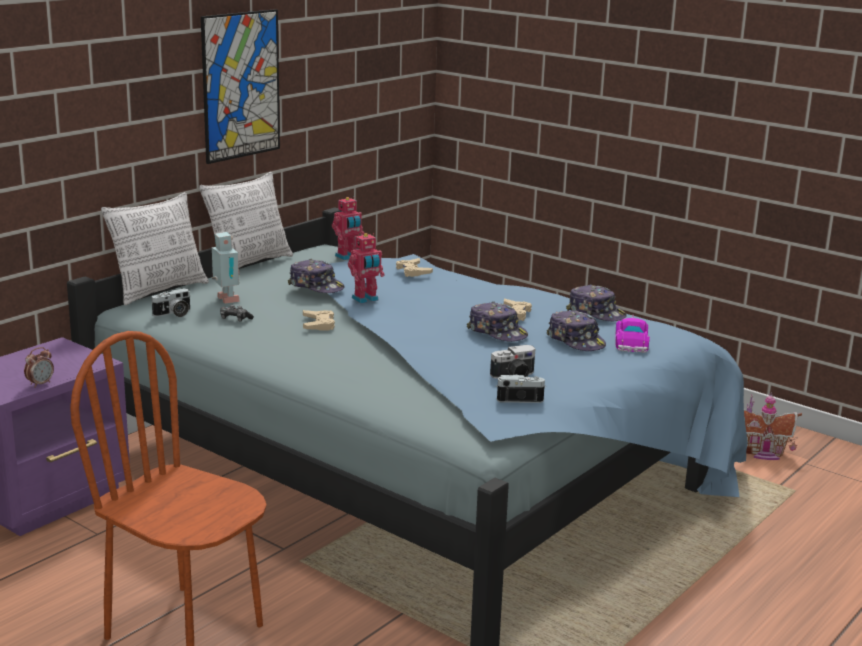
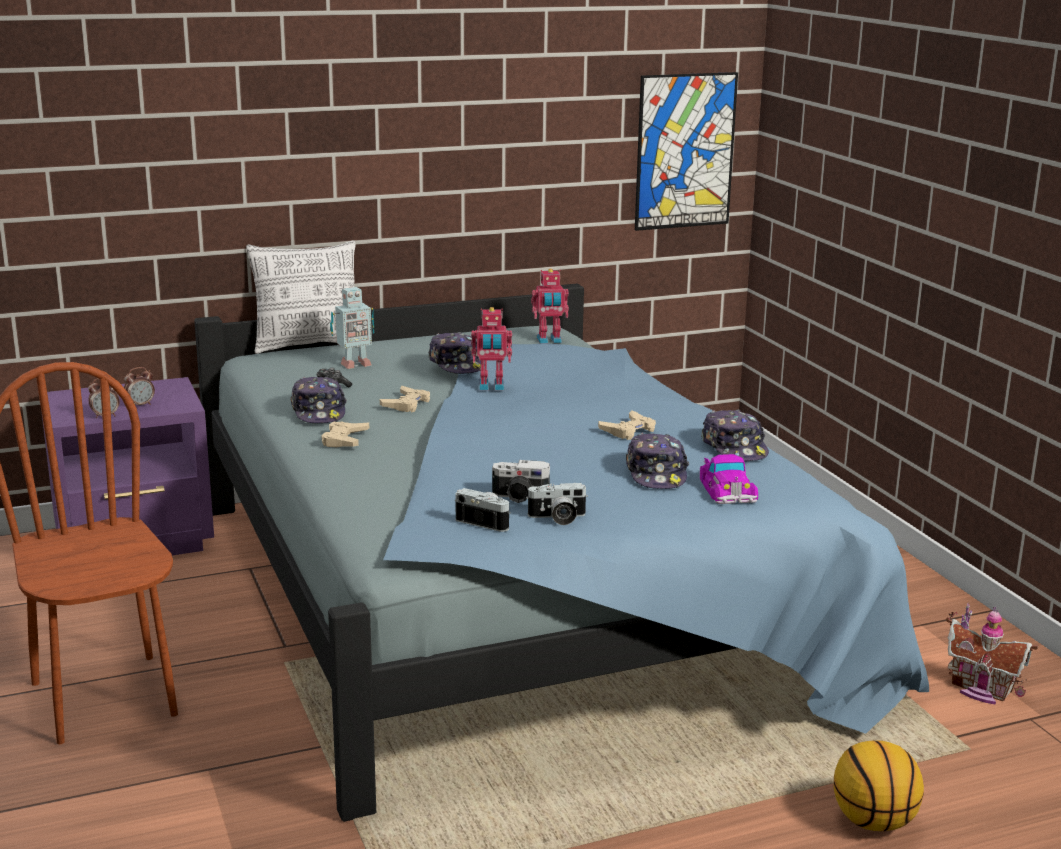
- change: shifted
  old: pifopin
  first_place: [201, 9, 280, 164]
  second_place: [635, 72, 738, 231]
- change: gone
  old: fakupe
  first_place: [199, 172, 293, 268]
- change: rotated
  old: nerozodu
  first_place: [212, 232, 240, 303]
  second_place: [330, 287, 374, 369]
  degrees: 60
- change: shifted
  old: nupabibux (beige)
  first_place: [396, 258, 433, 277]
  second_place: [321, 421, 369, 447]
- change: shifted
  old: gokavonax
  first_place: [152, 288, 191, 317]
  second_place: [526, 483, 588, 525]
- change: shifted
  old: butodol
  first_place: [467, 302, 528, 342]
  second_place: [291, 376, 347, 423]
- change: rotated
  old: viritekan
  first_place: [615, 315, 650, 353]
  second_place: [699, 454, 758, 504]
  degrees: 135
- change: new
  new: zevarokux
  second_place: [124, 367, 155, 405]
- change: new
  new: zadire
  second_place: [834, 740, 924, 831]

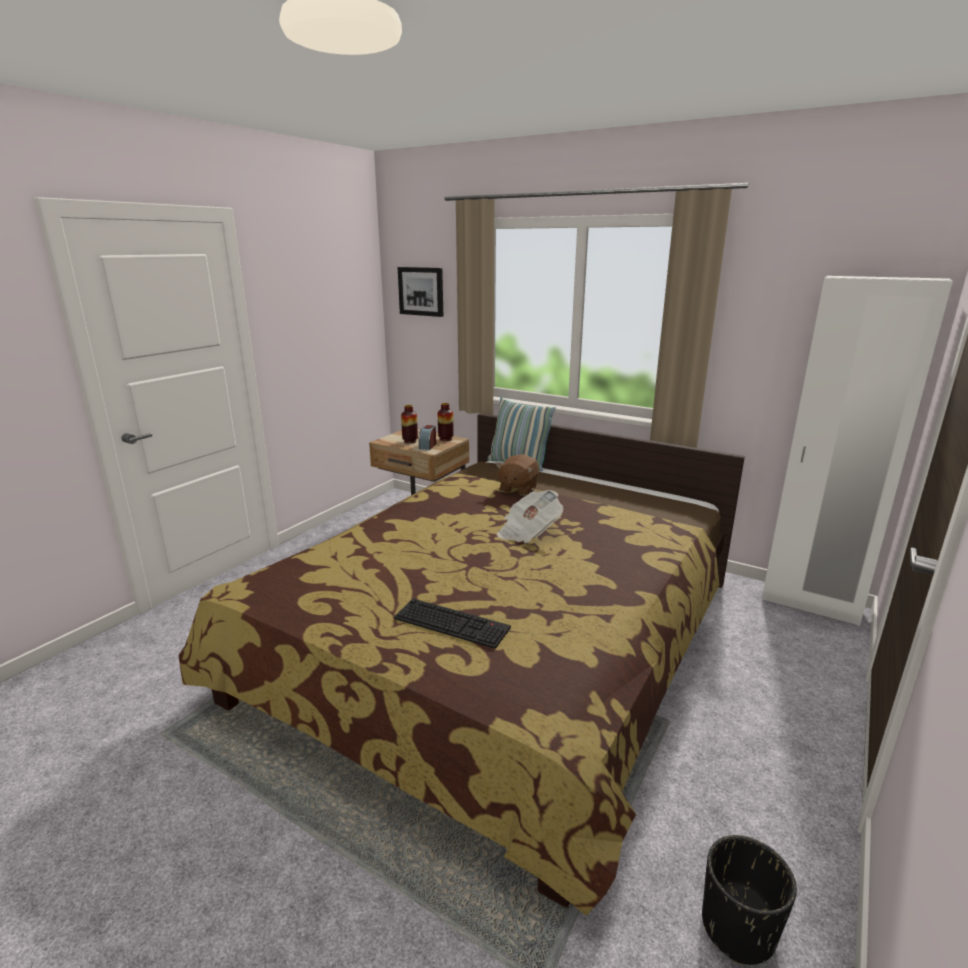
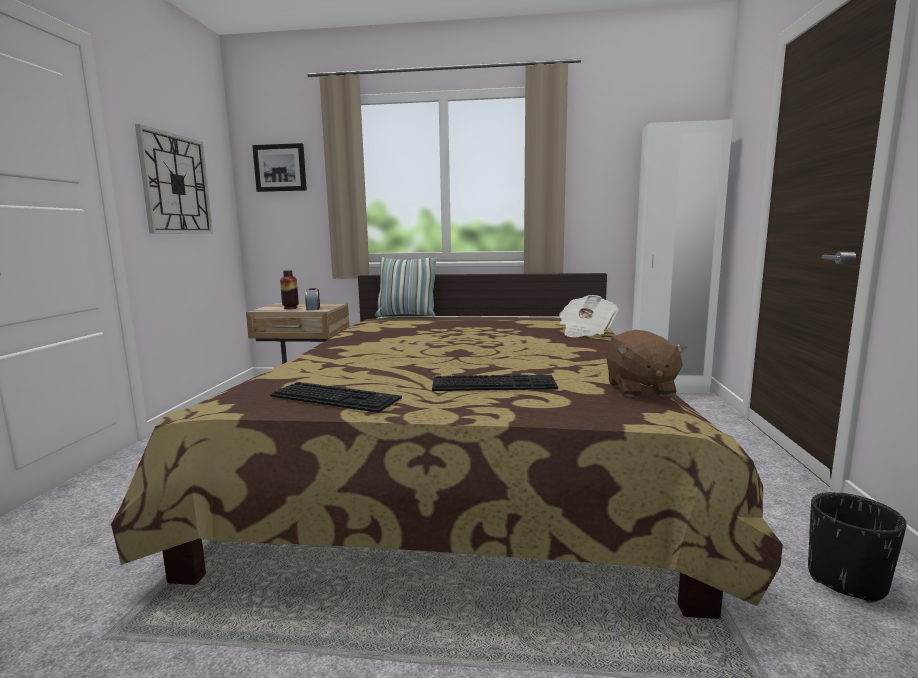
- change: gone
  old: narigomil
  first_place: [438, 403, 454, 441]
- change: shifted
  old: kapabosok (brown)
  first_place: [496, 454, 539, 496]
  second_place: [606, 330, 687, 397]
- change: shifted
  old: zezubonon
  first_place: [497, 490, 563, 543]
  second_place: [559, 295, 618, 337]
- change: new
  new: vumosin
  second_place: [135, 124, 213, 234]
- change: new
  new: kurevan
  second_place: [270, 382, 402, 413]

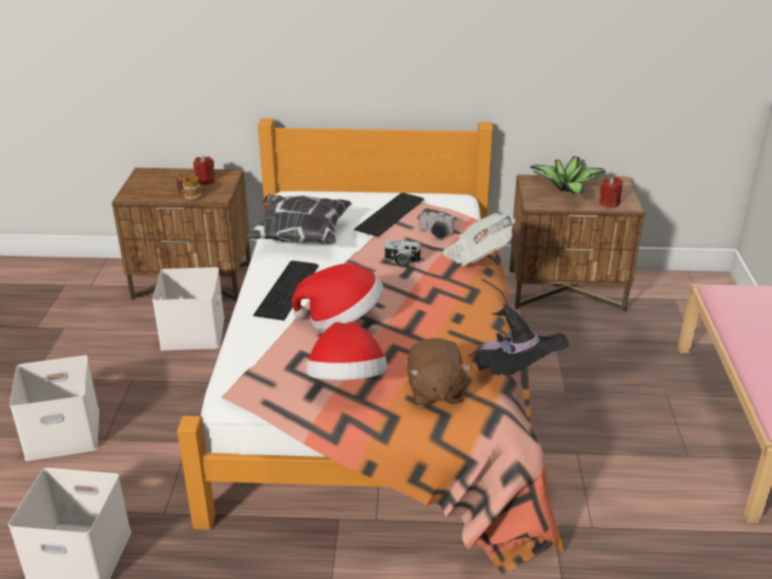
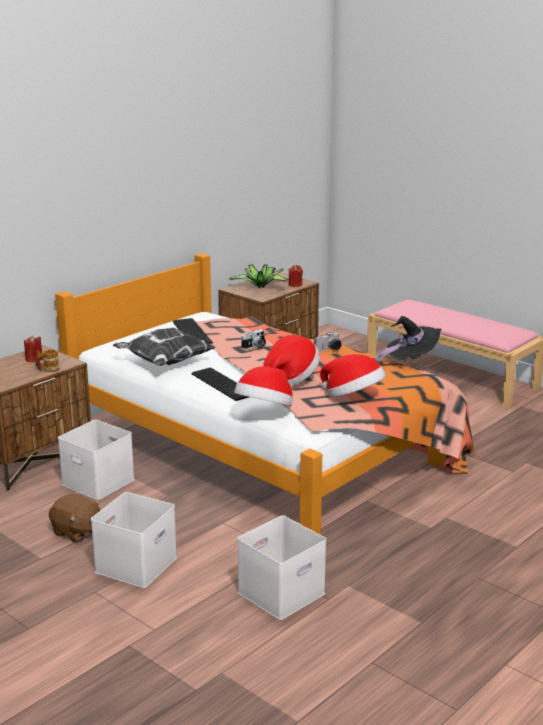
- change: shifted
  old: gokavonax
  first_place: [419, 212, 454, 237]
  second_place: [314, 332, 342, 352]
- change: gone
  old: zezubonon
  first_place: [443, 213, 516, 267]
- change: shifted
  old: kapabosok (brown)
  first_place: [407, 338, 472, 407]
  second_place: [49, 494, 101, 543]
- change: new
  new: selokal
  second_place: [234, 366, 293, 406]

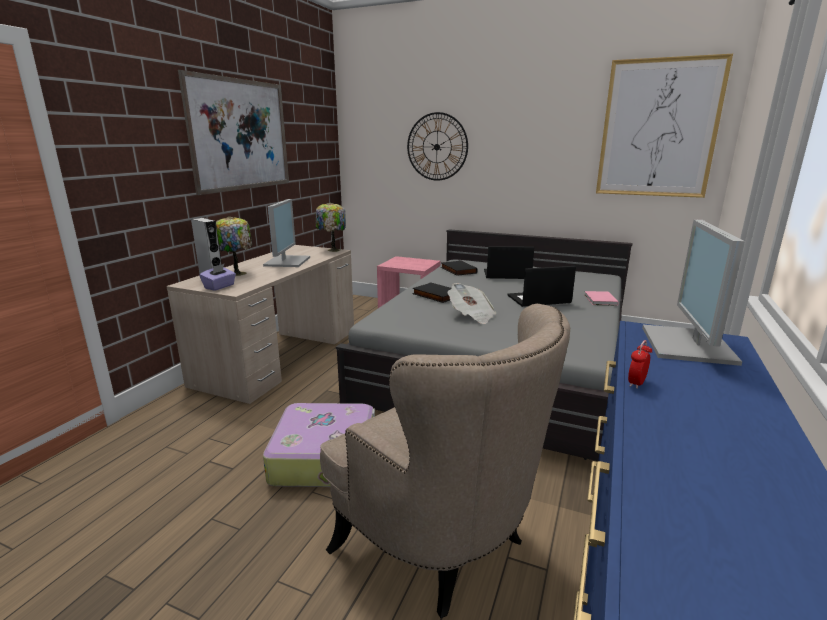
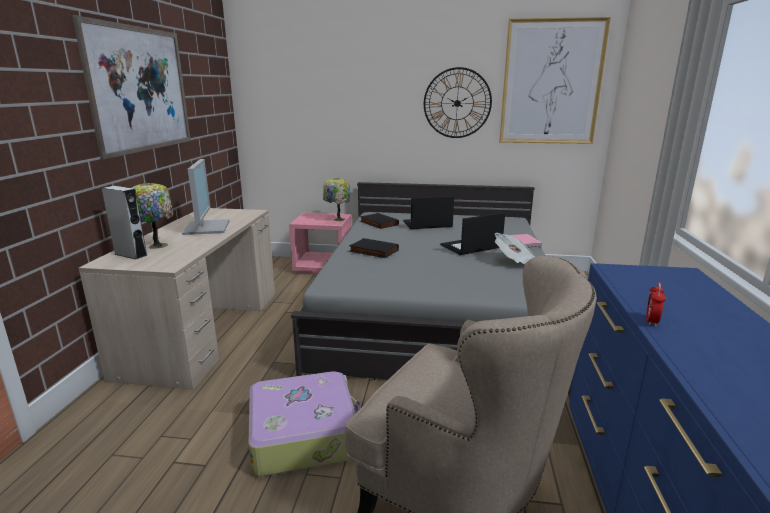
- change: shifted
  old: vumosin
  first_place: [407, 112, 468, 181]
  second_place: [424, 67, 492, 138]
- change: shifted
  old: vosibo
  first_place: [316, 203, 346, 252]
  second_place: [323, 178, 350, 221]
- change: gone
  old: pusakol
  first_place: [642, 220, 745, 366]
- change: gone
  old: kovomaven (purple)
  first_place: [199, 264, 236, 291]
- change: shifted
  old: zezubonon
  first_place: [448, 283, 496, 324]
  second_place: [495, 233, 535, 264]

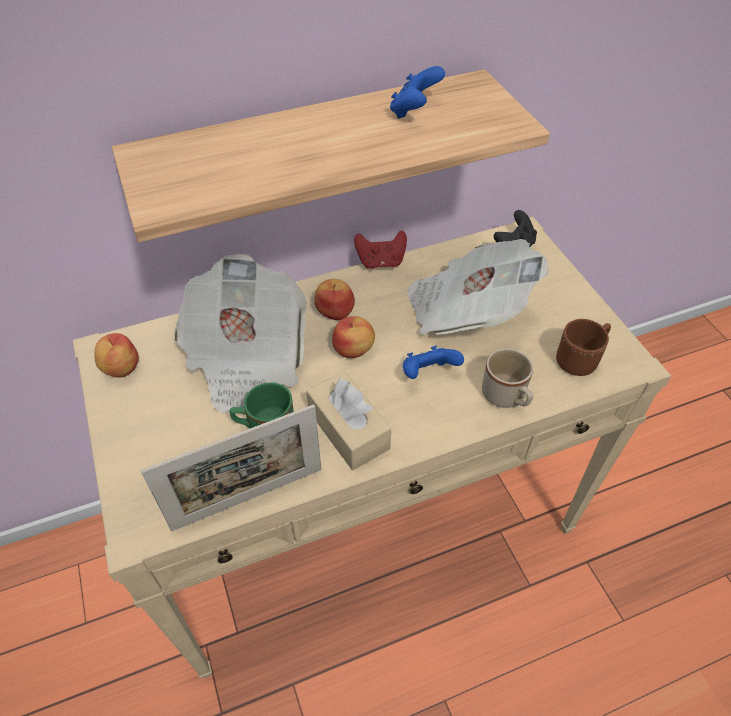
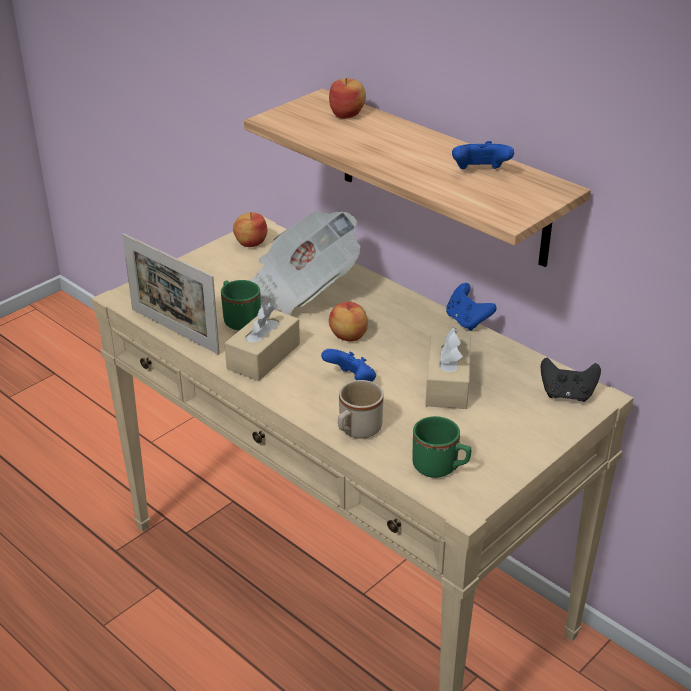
- change: repainted
  old: nupabibux (red)
  new: nupabibux (blue)
  first_place: [354, 230, 407, 269]
  second_place: [446, 283, 497, 331]
- change: swapped
  old: zezubonon
  new: kovomaven (beige)
  first_place: [407, 239, 549, 335]
  second_place: [425, 327, 471, 409]
- change: shifted
  old: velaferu
  first_place: [314, 279, 355, 320]
  second_place: [329, 78, 366, 119]
- change: repainted
  old: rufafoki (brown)
  new: rufafoki (green)
  first_place: [556, 319, 611, 376]
  second_place: [412, 416, 471, 478]

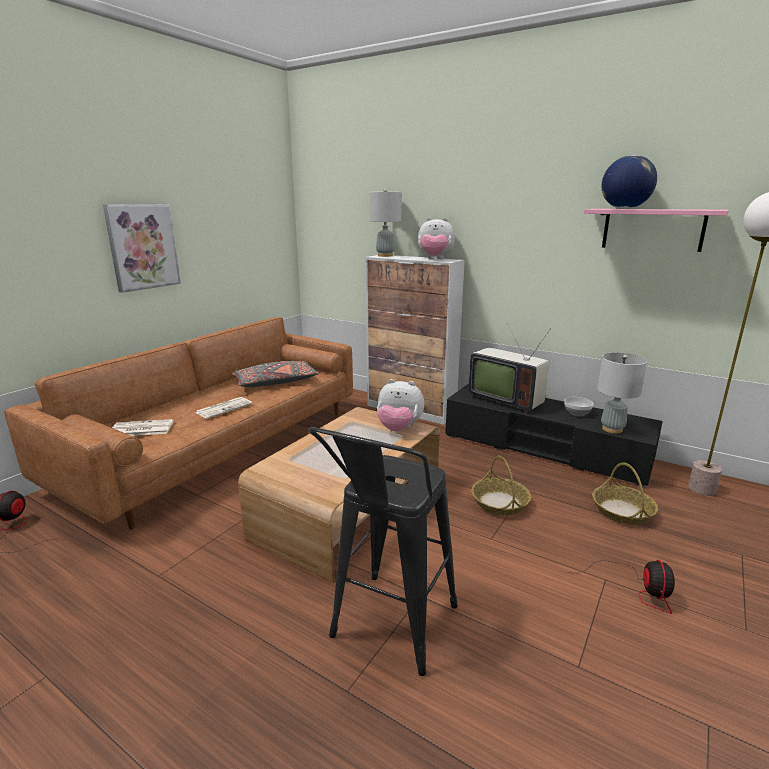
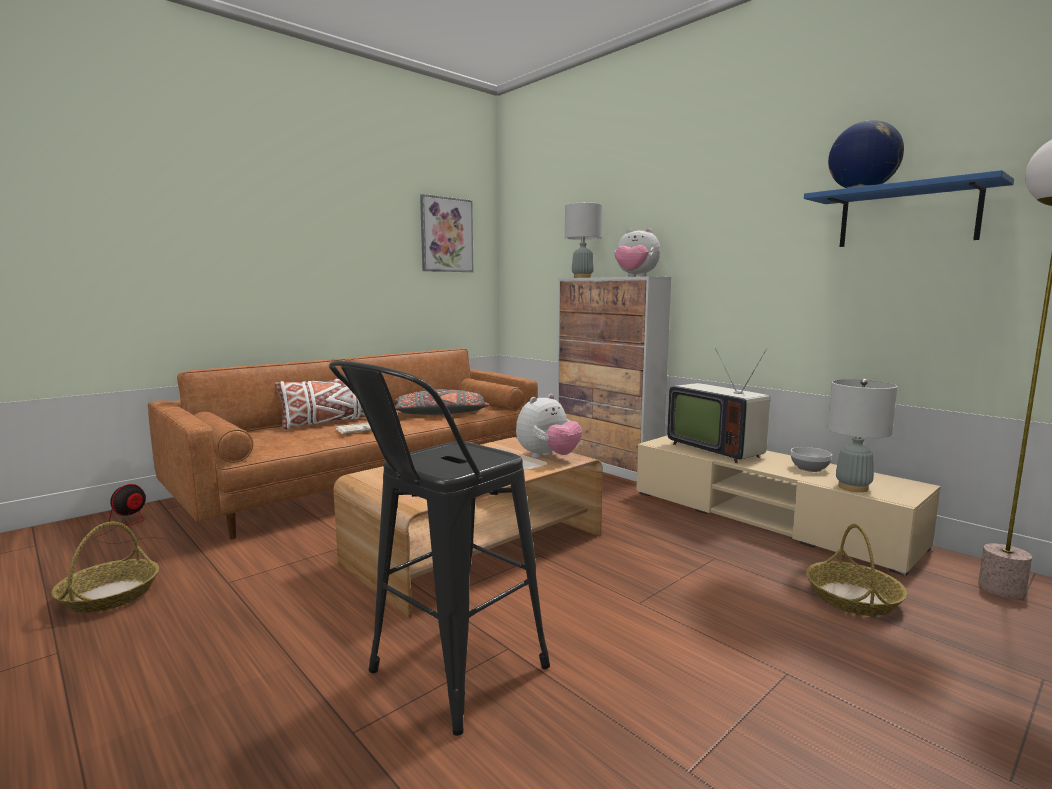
- change: shifted
  old: pifopin
  first_place: [103, 204, 181, 293]
  second_place: [420, 194, 473, 272]
- change: repainted
  old: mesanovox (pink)
  new: mesanovox (blue)
  first_place: [584, 209, 728, 252]
  second_place: [804, 170, 1014, 247]
- change: rotated
  old: kapabosok
  first_place: [377, 379, 424, 431]
  second_place: [516, 394, 582, 458]
  degrees: -75
- change: repainted
  old: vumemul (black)
  new: vumemul (beige)
  first_place: [445, 384, 663, 487]
  second_place: [636, 435, 941, 576]
- change: gone
  old: zezubonon
  first_place: [112, 419, 174, 436]
- change: shifted
  old: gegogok
  first_place: [471, 456, 531, 516]
  second_place: [52, 522, 159, 613]
- change: gone
  old: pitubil
  first_place: [567, 560, 675, 614]
- change: new
  new: fakupe (white)
  second_place: [274, 379, 366, 429]

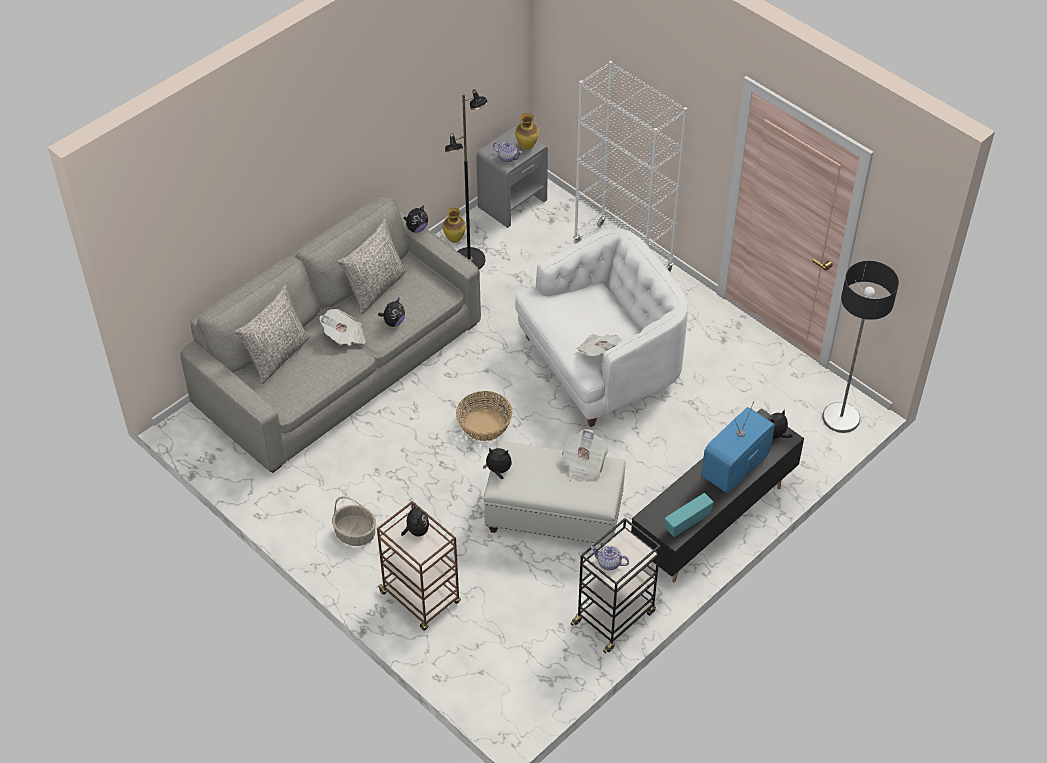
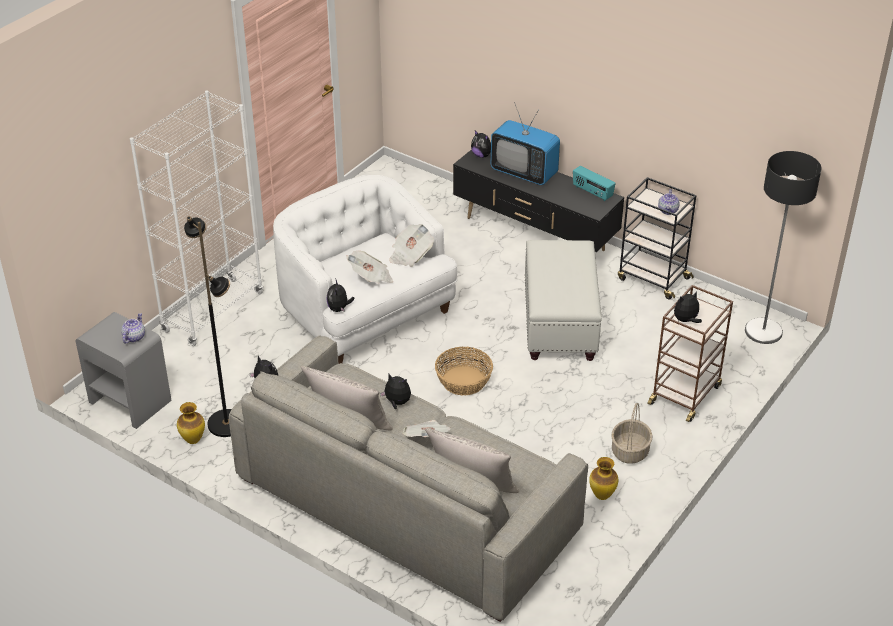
- change: shifted
  old: narigomil
  first_place: [515, 113, 539, 150]
  second_place: [589, 457, 618, 500]
- change: shifted
  old: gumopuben
  first_place: [822, 261, 899, 433]
  second_place: [745, 151, 822, 344]
- change: shifted
  old: zezubonon
  first_place: [562, 429, 608, 482]
  second_place: [346, 251, 394, 284]
- change: shifted
  old: kapabosok
  first_place: [483, 448, 512, 479]
  second_place: [326, 278, 355, 312]

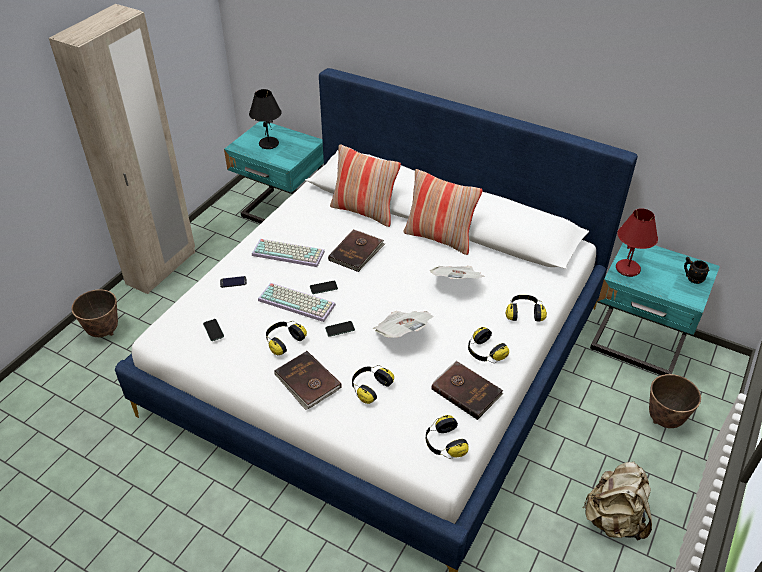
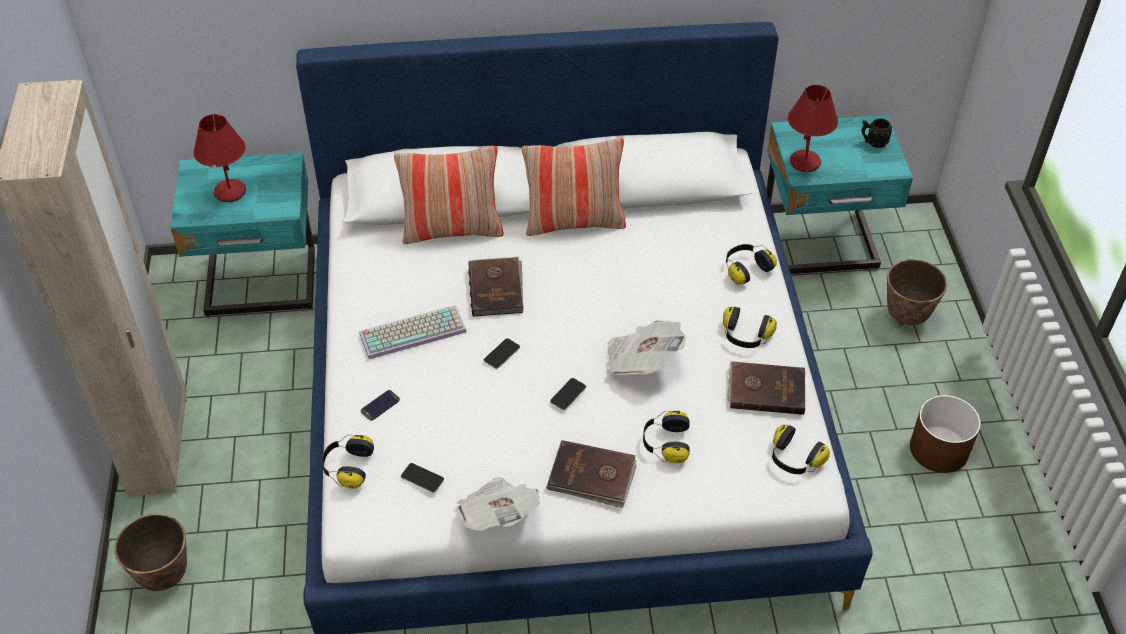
- change: repainted
  old: vosibo (black)
  new: vosibo (red)
  first_place: [249, 89, 282, 149]
  second_place: [193, 114, 246, 202]
- change: shifted
  old: zezubonon
  first_place: [430, 266, 485, 279]
  second_place: [457, 477, 540, 531]
- change: gone
  old: kurevan
  first_place: [258, 283, 336, 322]
- change: shifted
  old: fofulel
  first_place: [266, 321, 307, 355]
  second_place: [322, 434, 374, 489]
- change: swapped
  old: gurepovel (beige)
  new: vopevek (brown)
  first_place: [583, 462, 652, 541]
  second_place: [910, 395, 981, 473]

